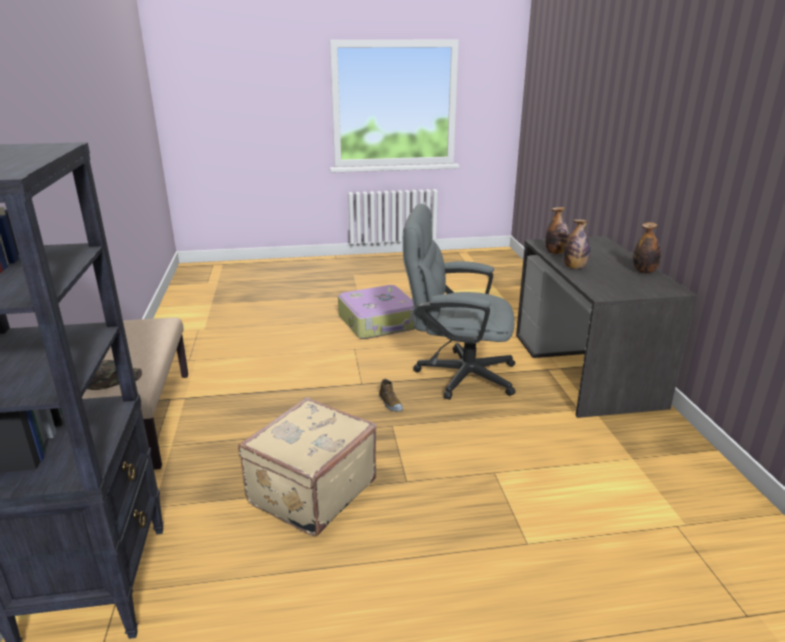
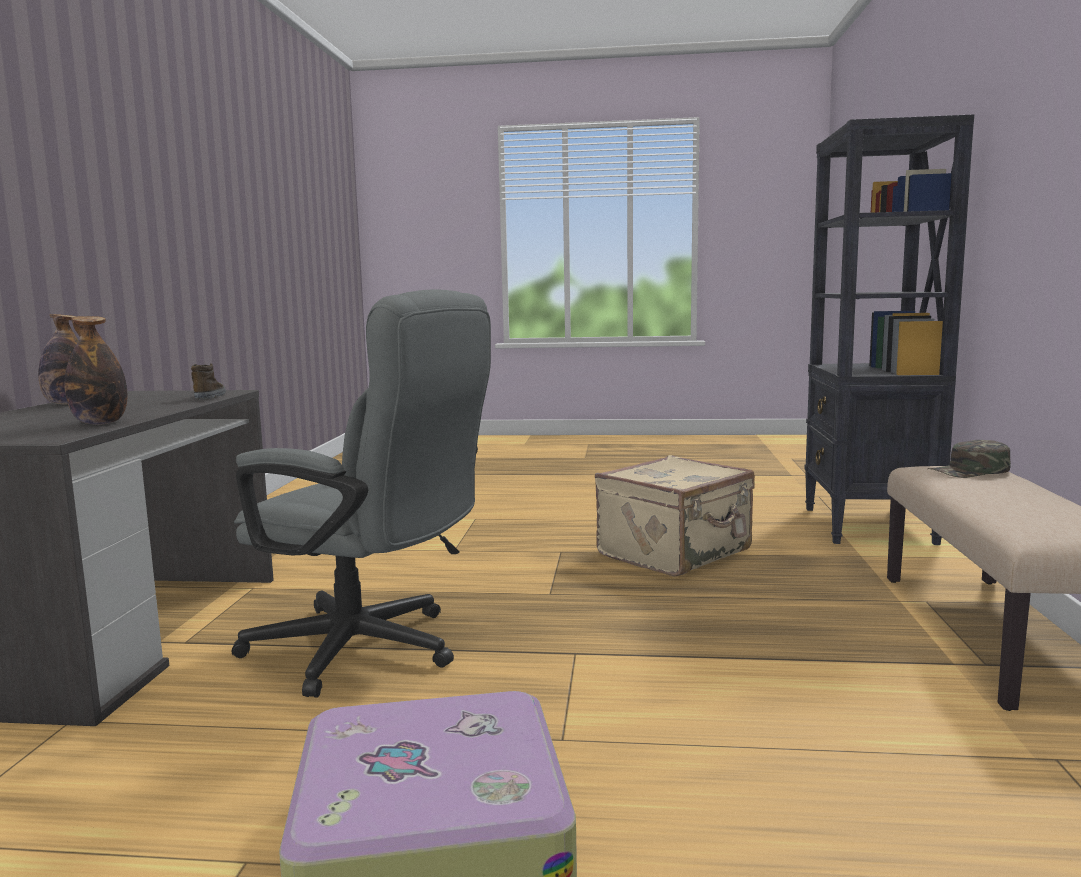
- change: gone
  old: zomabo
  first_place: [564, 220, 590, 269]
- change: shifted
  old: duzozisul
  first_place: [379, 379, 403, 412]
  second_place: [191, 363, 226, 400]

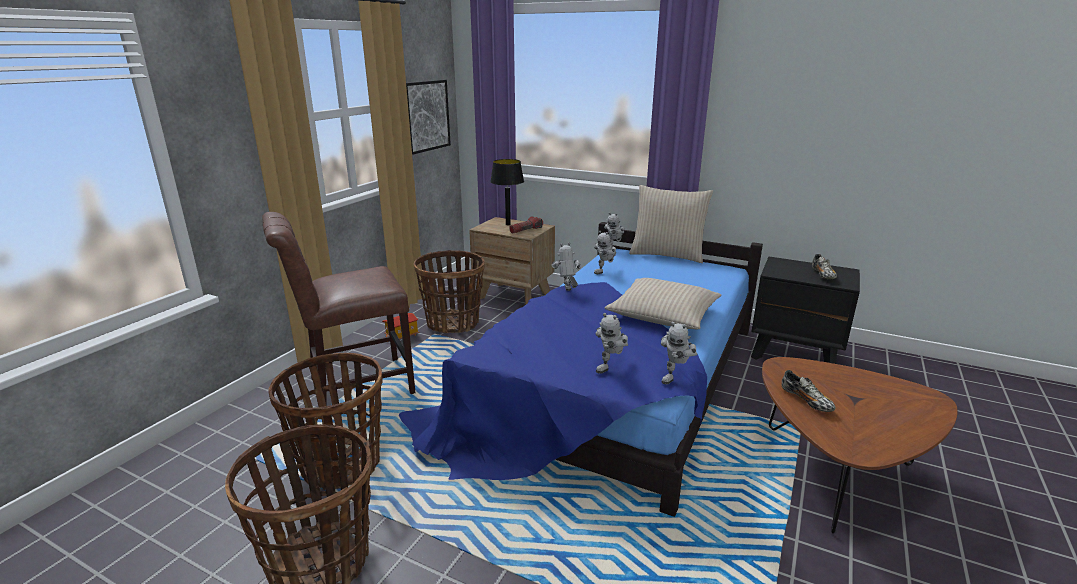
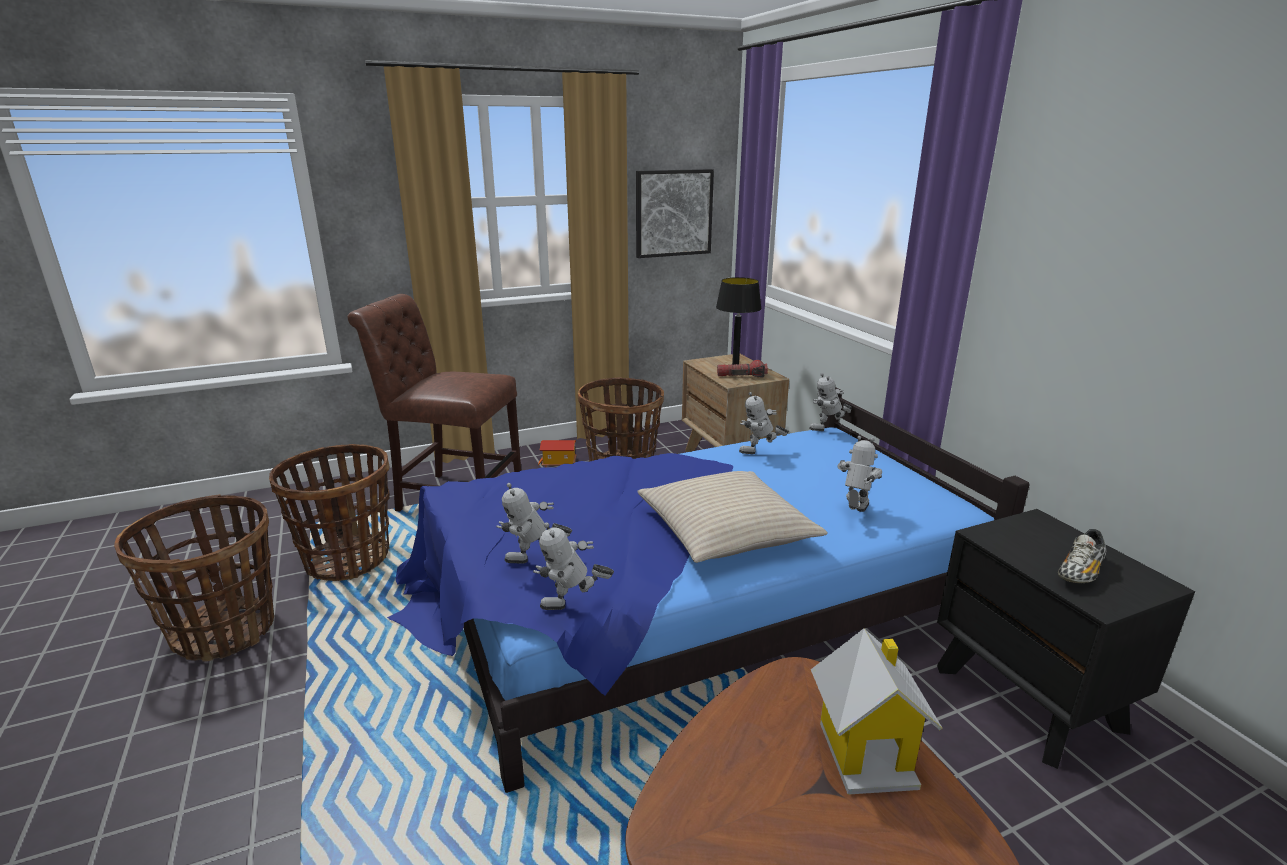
- change: gone
  old: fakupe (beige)
  first_place: [629, 185, 713, 263]
- change: shifted
  old: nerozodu
  first_place: [551, 242, 581, 291]
  second_place: [837, 436, 882, 512]
- change: gone
  old: duzozisul
  first_place: [782, 370, 835, 412]
- change: new
  new: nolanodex
  second_place: [811, 628, 943, 795]

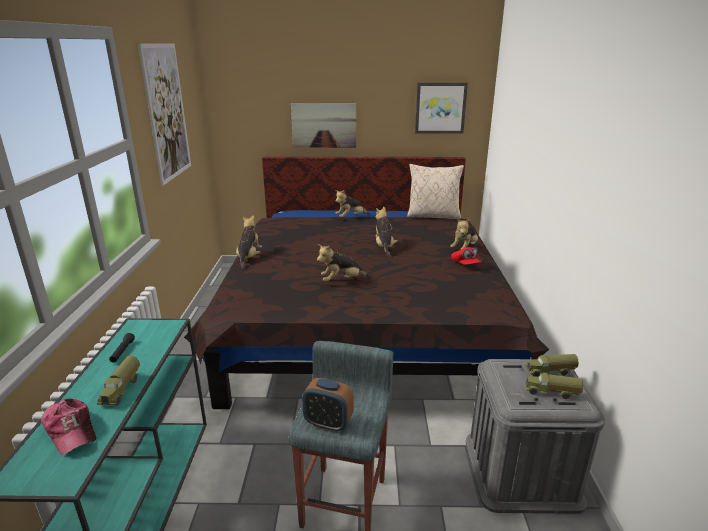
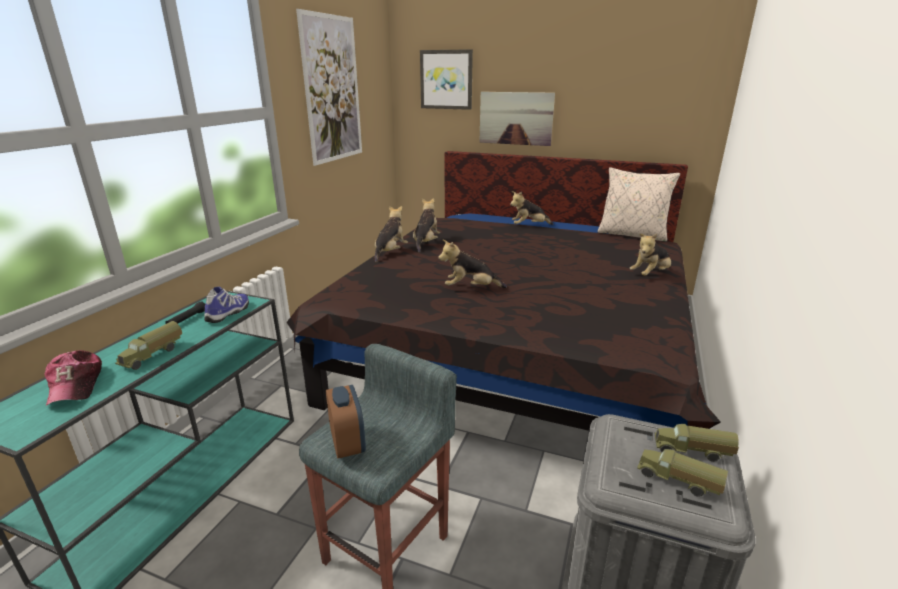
- change: shifted
  old: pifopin
  first_place: [415, 82, 468, 134]
  second_place: [420, 49, 473, 110]
- change: shifted
  old: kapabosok
  first_place: [376, 206, 397, 257]
  second_place: [413, 198, 440, 253]
- change: gone
  old: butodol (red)
  first_place: [451, 247, 481, 265]
- change: rotated
  old: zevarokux
  first_place: [302, 378, 354, 432]
  second_place: [326, 385, 366, 458]
  degrees: -150
- change: new
  new: duzozisul
  second_place: [204, 287, 249, 323]

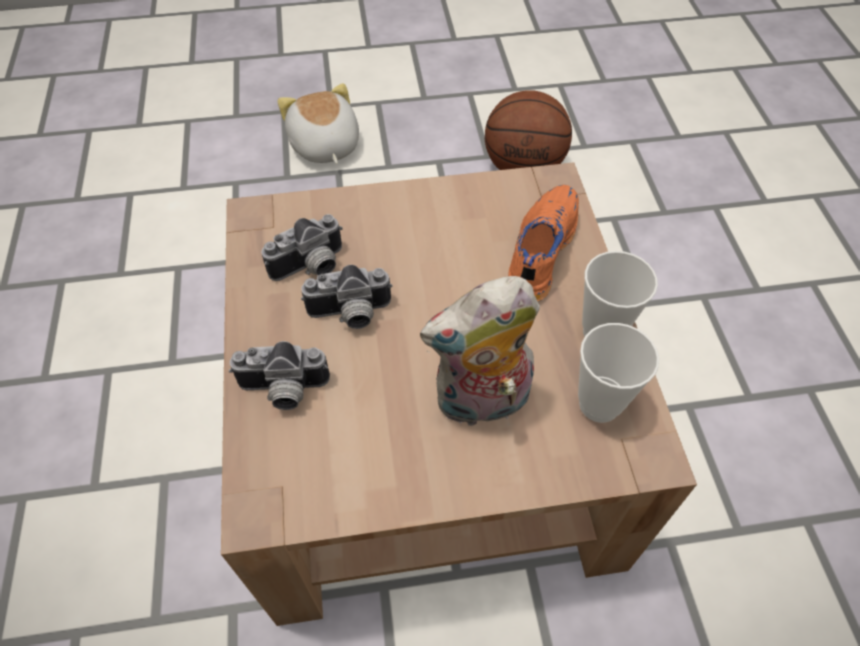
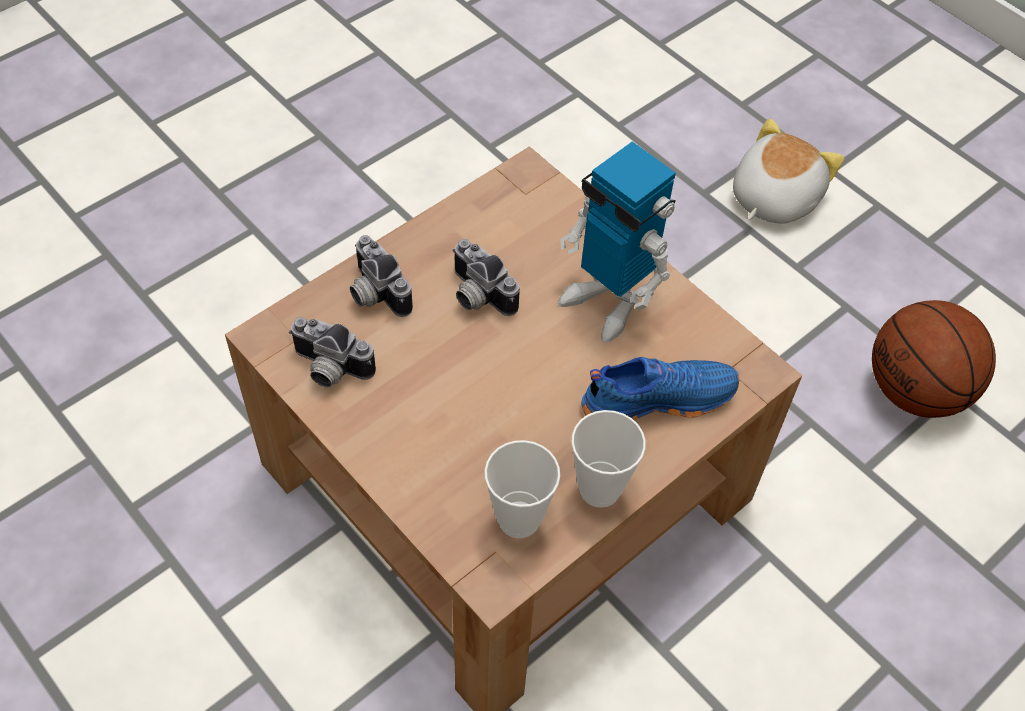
- change: repainted
  old: duzozisul (orange)
  new: duzozisul (blue)
  first_place: [508, 185, 579, 302]
  second_place: [581, 357, 739, 420]
- change: shifted
  old: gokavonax
  first_place: [261, 214, 343, 281]
  second_place: [289, 317, 376, 387]
- change: gone
  old: kapabosok
  first_place: [420, 276, 540, 426]
- change: new
  new: nerozodu
  second_place: [558, 141, 676, 343]

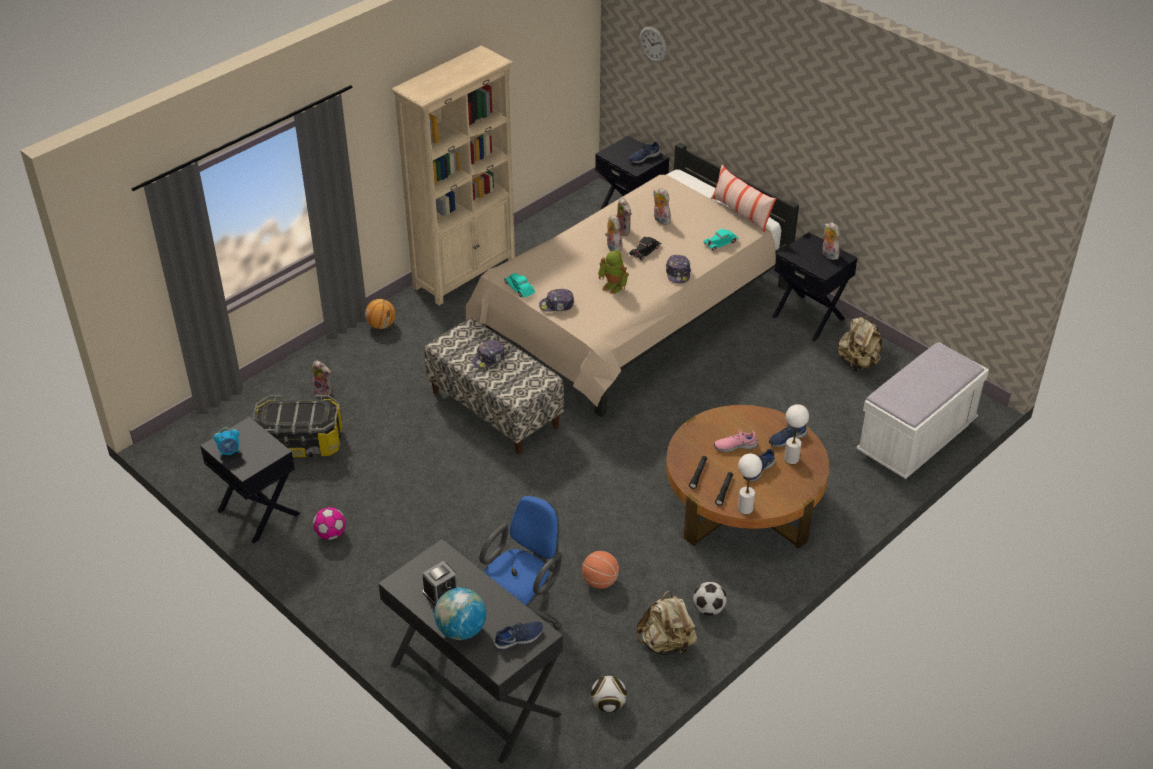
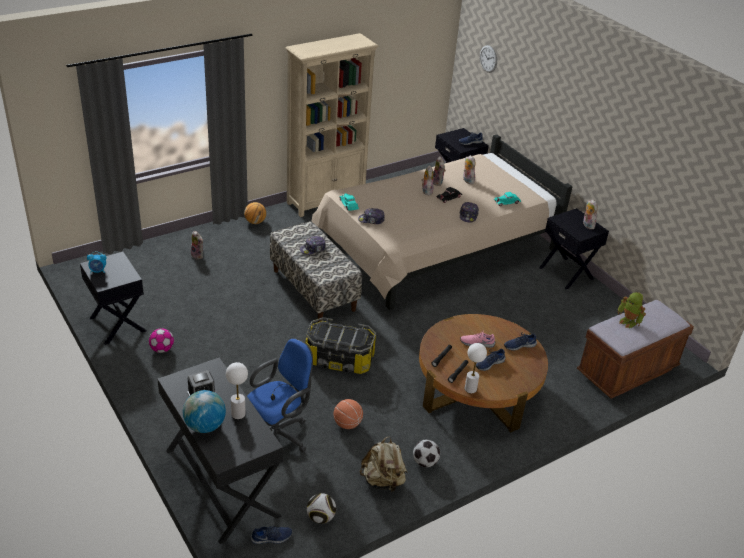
- change: gone
  old: fakupe
  first_place: [711, 165, 777, 232]
- change: shifted
  old: nerozodu
  first_place: [598, 250, 629, 295]
  second_place: [617, 292, 646, 328]
- change: gone
  old: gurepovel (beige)
  first_place: [838, 315, 882, 372]
- change: repainted
  old: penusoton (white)
  new: penusoton (brown)
  first_place: [856, 342, 989, 479]
  second_place: [577, 300, 694, 399]
- change: shifted
  old: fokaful
  first_place: [253, 395, 342, 457]
  second_place: [305, 317, 376, 374]
- change: shifted
  old: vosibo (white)
  first_place: [784, 404, 809, 464]
  second_place: [226, 362, 248, 419]
- change: shifted
  old: duzozisul (blue)
  first_place: [493, 622, 543, 650]
  second_place: [251, 526, 292, 544]

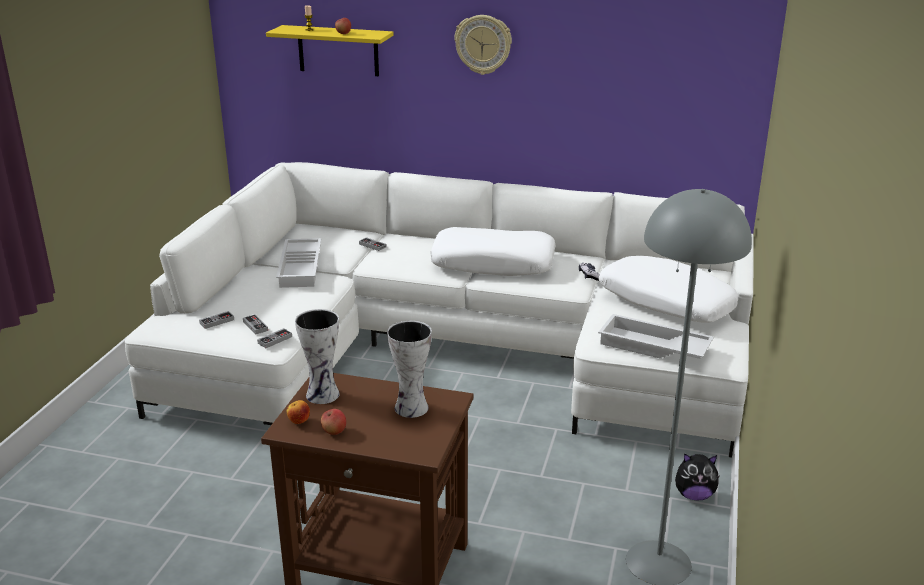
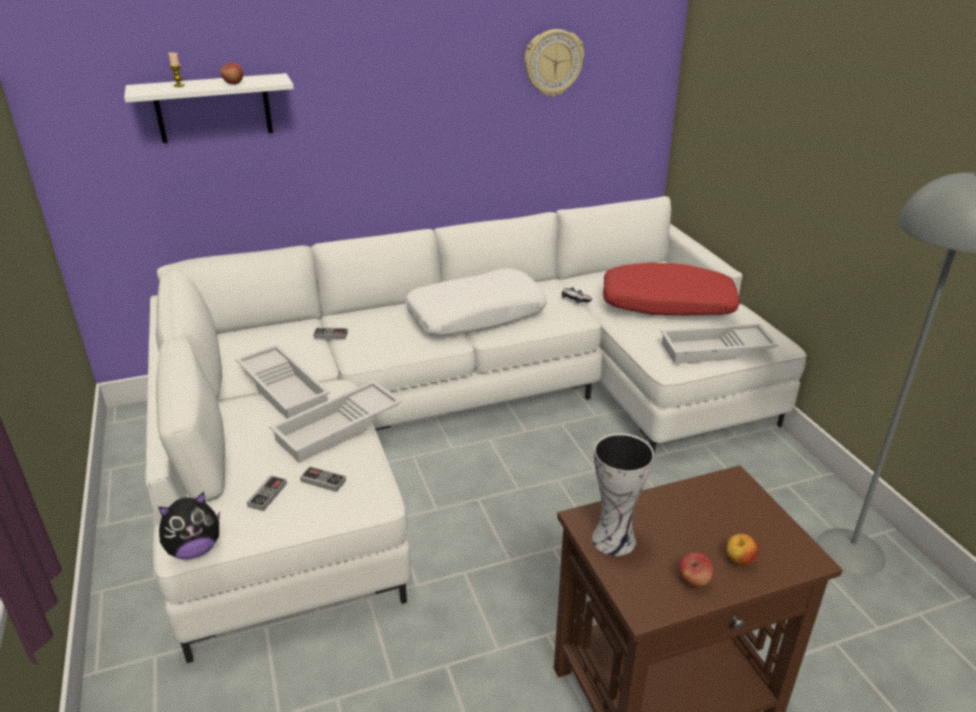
- change: shifted
  old: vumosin
  first_place: [454, 15, 512, 75]
  second_place: [524, 29, 584, 97]
- change: repainted
  old: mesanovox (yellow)
  new: mesanovox (white)
  first_place: [266, 25, 394, 76]
  second_place: [124, 73, 294, 143]
- change: repainted
  old: fakupe (white)
  new: fakupe (red)
  first_place: [599, 256, 738, 323]
  second_place: [603, 263, 740, 315]
- change: gone
  old: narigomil
  first_place: [387, 321, 432, 418]
- change: gone
  old: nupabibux
  first_place: [257, 328, 292, 348]
- change: shifted
  old: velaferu
  first_place: [287, 400, 310, 424]
  second_place: [726, 534, 758, 566]
- change: shifted
  old: kapabosok
  first_place: [675, 453, 720, 500]
  second_place: [158, 492, 220, 559]
- change: new
  new: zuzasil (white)
  second_place: [269, 380, 402, 463]

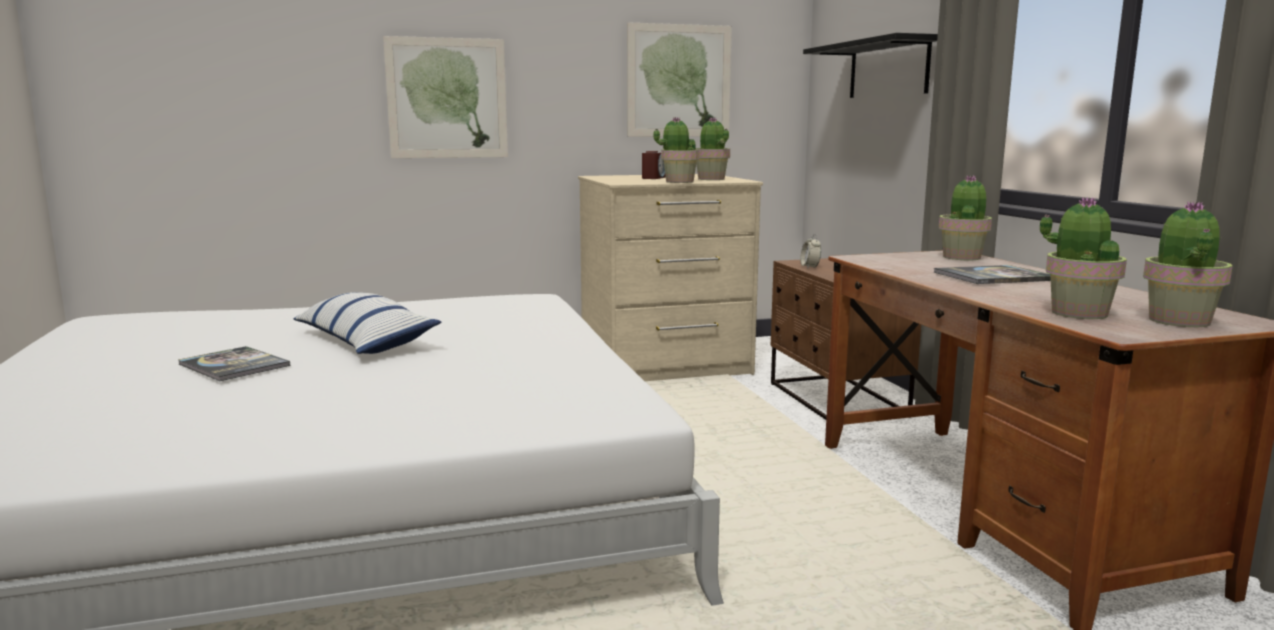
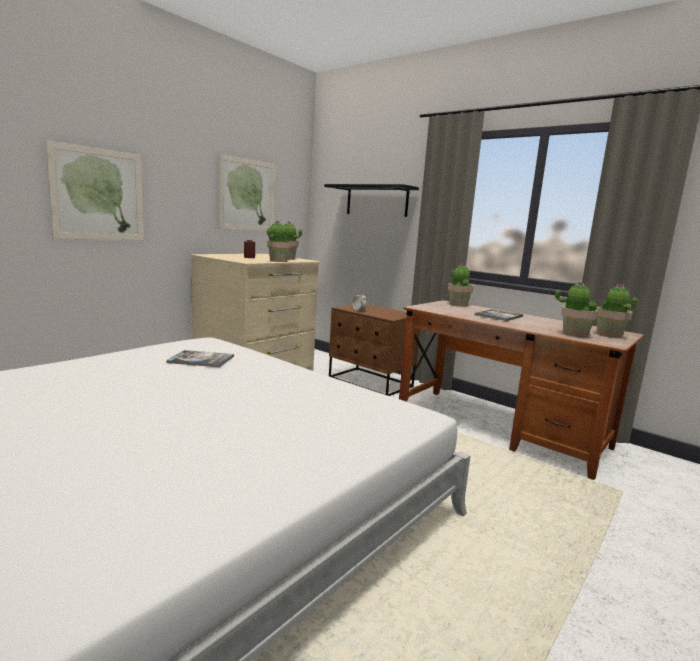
- change: gone
  old: fakupe
  first_place: [294, 292, 441, 354]
- change: shifted
  old: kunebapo
  first_place: [179, 346, 291, 381]
  second_place: [166, 350, 234, 367]

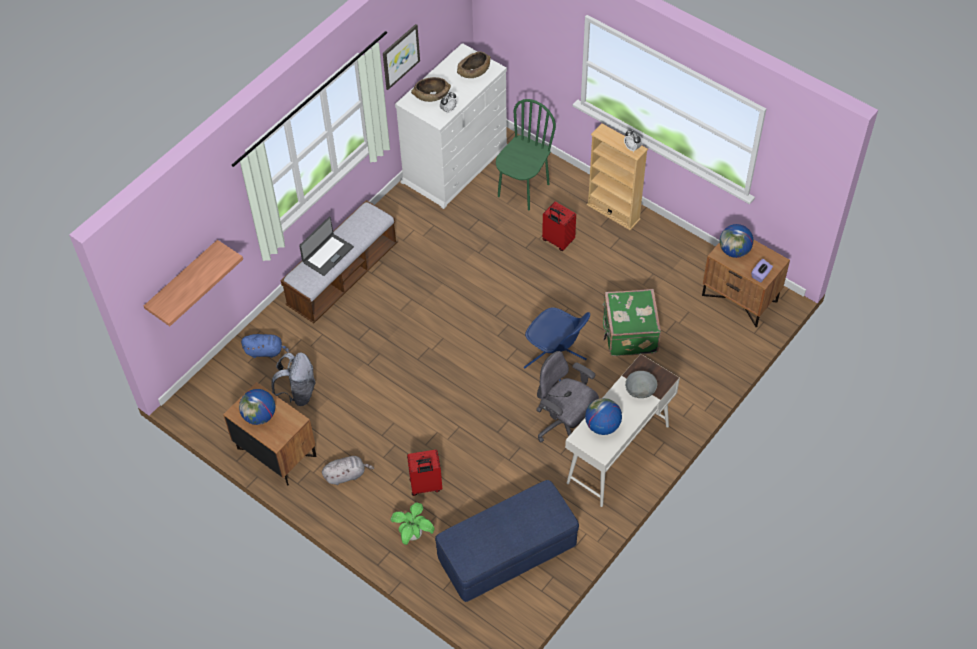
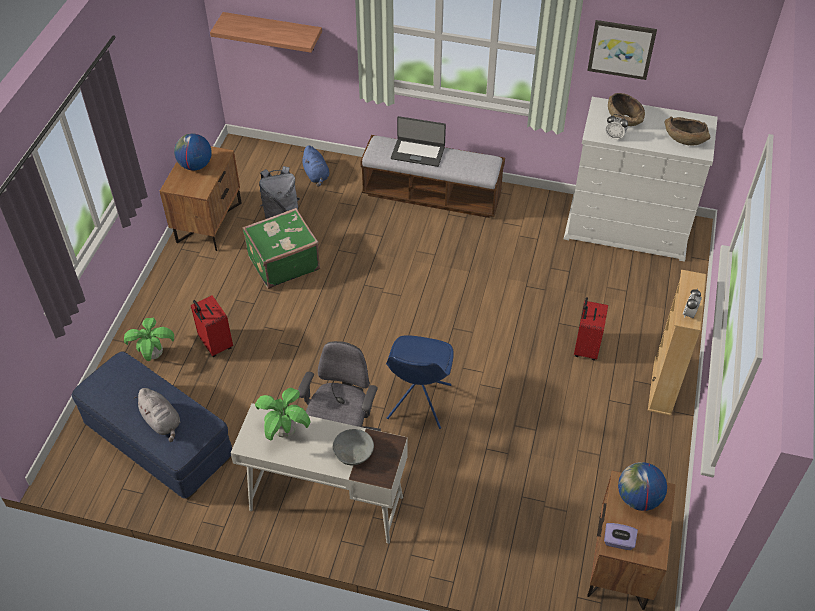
- change: gone
  old: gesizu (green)
  first_place: [496, 99, 556, 210]
- change: shifted
  old: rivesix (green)
  first_place: [602, 289, 661, 356]
  second_place: [243, 208, 320, 289]
- change: swapped
  old: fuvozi
  new: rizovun
  first_place: [585, 398, 622, 435]
  second_place: [255, 388, 311, 440]
- change: shifted
  old: kapabosok (grey)
  first_place: [322, 456, 374, 485]
  second_place: [134, 388, 180, 442]

